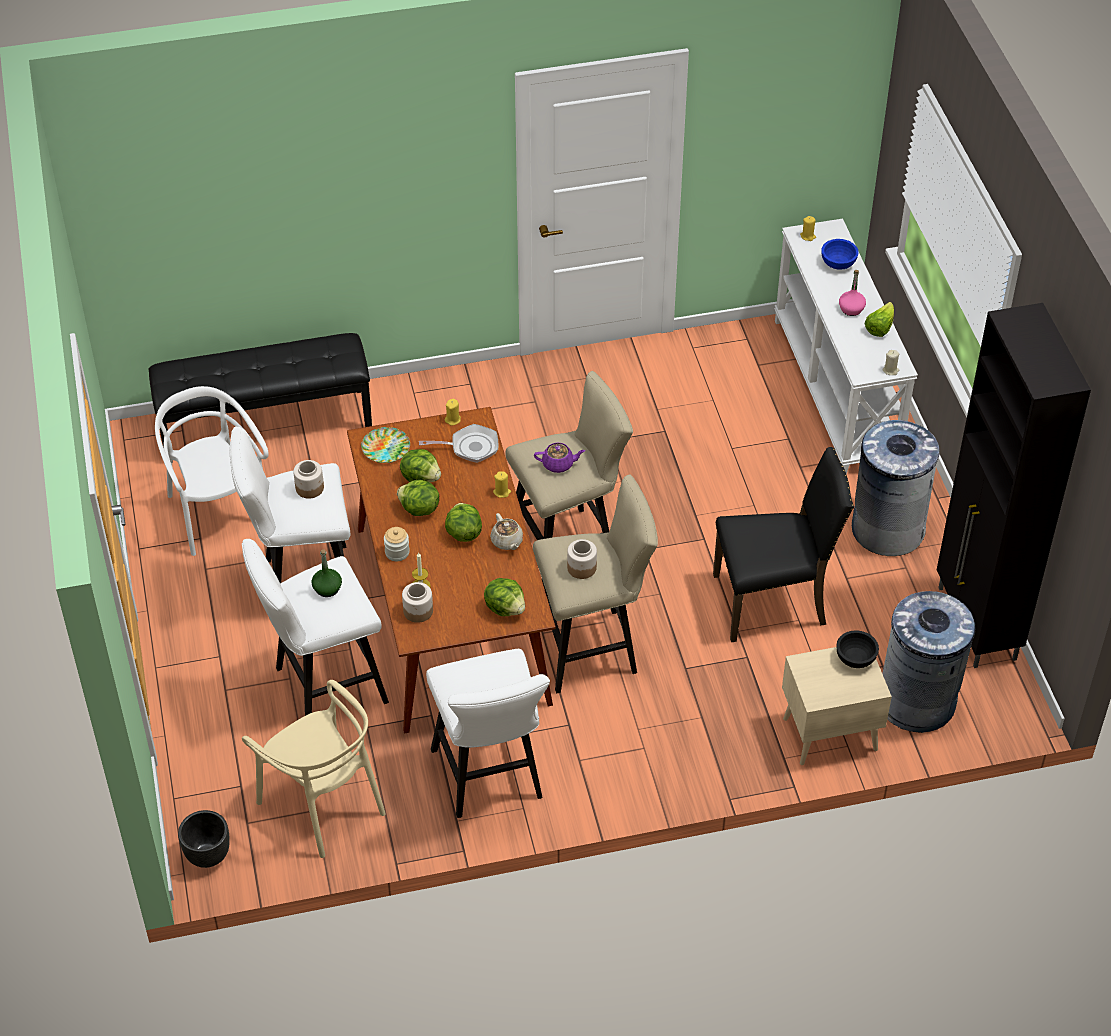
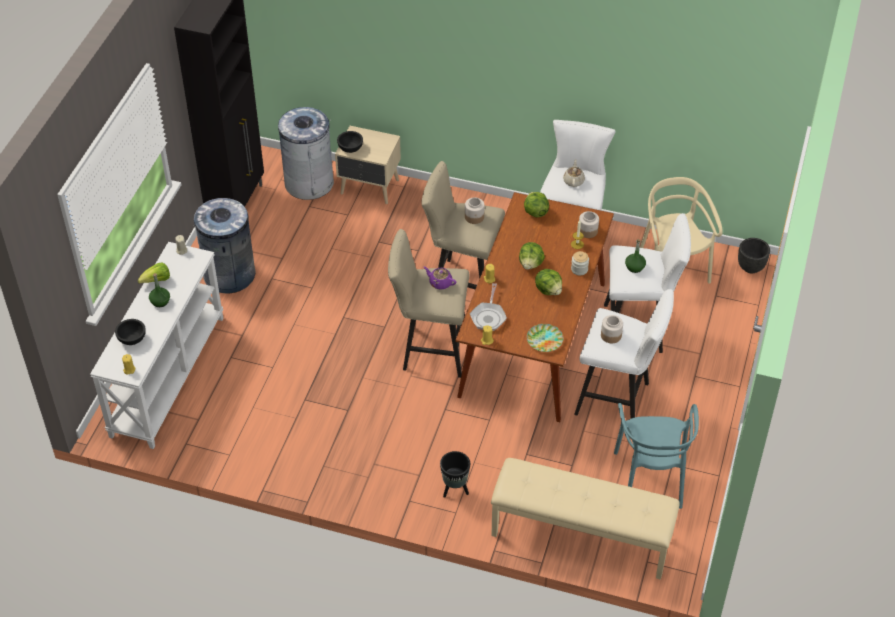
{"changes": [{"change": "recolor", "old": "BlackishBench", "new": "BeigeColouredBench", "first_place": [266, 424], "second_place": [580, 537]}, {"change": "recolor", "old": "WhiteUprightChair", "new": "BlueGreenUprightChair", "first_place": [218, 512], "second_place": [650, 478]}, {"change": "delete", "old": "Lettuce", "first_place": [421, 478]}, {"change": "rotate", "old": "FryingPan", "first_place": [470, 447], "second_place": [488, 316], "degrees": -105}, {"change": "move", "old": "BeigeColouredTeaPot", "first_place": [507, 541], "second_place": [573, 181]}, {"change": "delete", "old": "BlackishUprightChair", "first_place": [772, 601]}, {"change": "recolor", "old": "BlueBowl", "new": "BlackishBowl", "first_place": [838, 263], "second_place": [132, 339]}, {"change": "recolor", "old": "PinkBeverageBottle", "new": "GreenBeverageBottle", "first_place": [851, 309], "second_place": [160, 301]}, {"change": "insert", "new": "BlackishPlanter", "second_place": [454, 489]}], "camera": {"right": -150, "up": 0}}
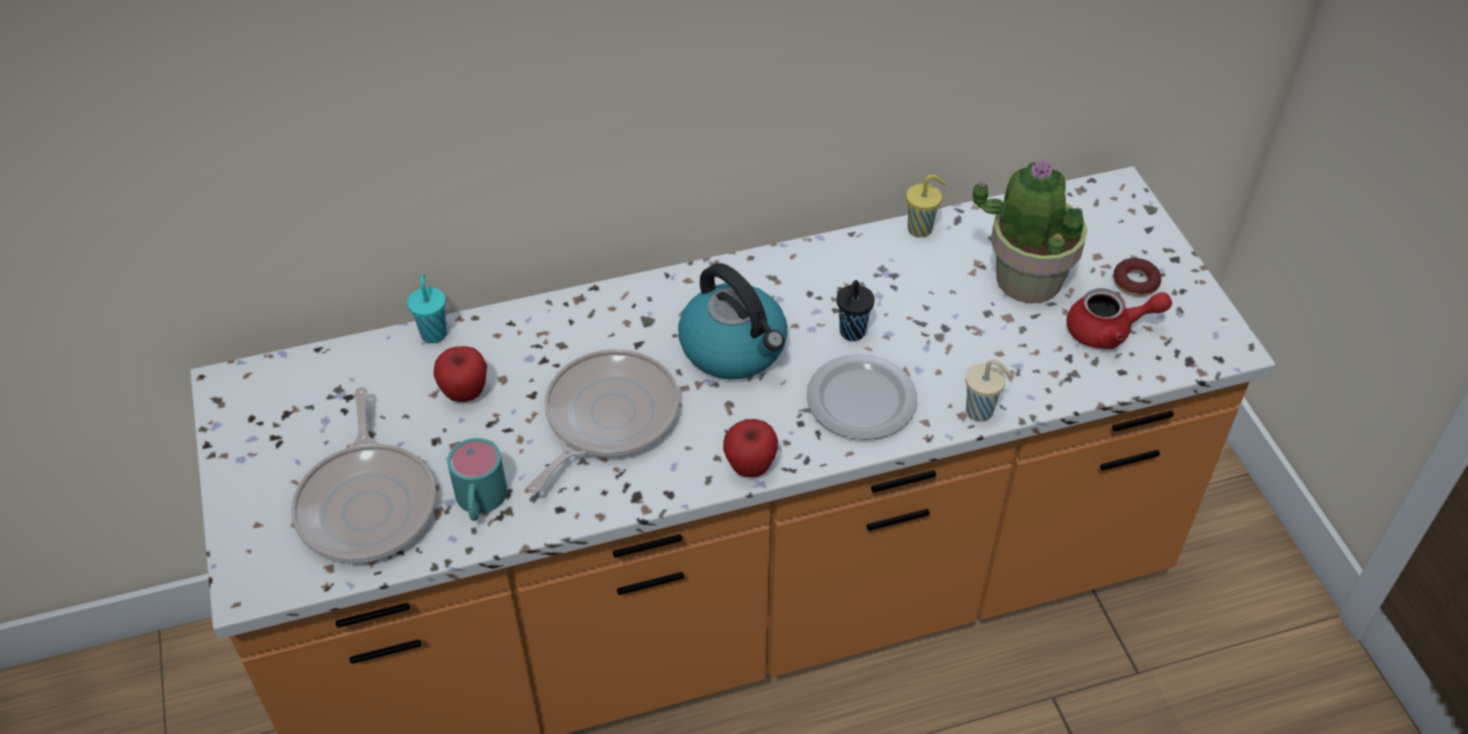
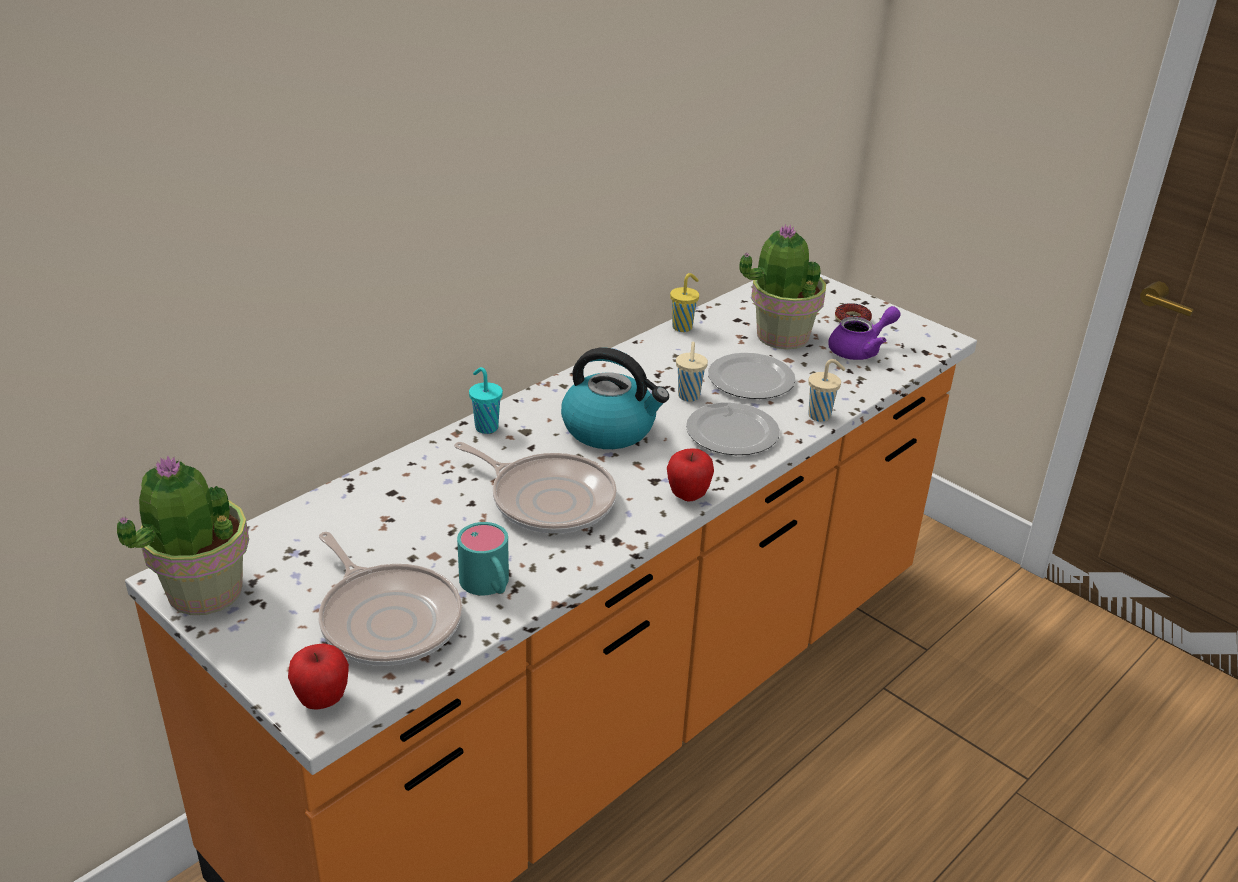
{"changes": [{"change": "move", "old": "BlueGreenCup", "first_place": [433, 333], "second_place": [485, 427]}, {"change": "move", "old": "AppleFruit", "first_place": [465, 393], "second_place": [322, 700]}, {"change": "rotate", "old": "FryingPan", "first_place": [607, 418], "second_place": [548, 499], "degrees": 120}, {"change": "recolor", "old": "BlackishCup", "new": "BeigeColouredCup", "first_place": [851, 333], "second_place": [688, 397]}, {"change": "recolor", "old": "RedColouredTeaPot", "new": "PurpleTeaPot", "first_place": [1108, 331], "second_place": [860, 350]}, {"change": "insert", "new": "PottedPlant", "second_place": [203, 591]}, {"change": "insert", "new": "Plate", "second_place": [749, 379]}], "camera": {"right": -30, "up": -15}}
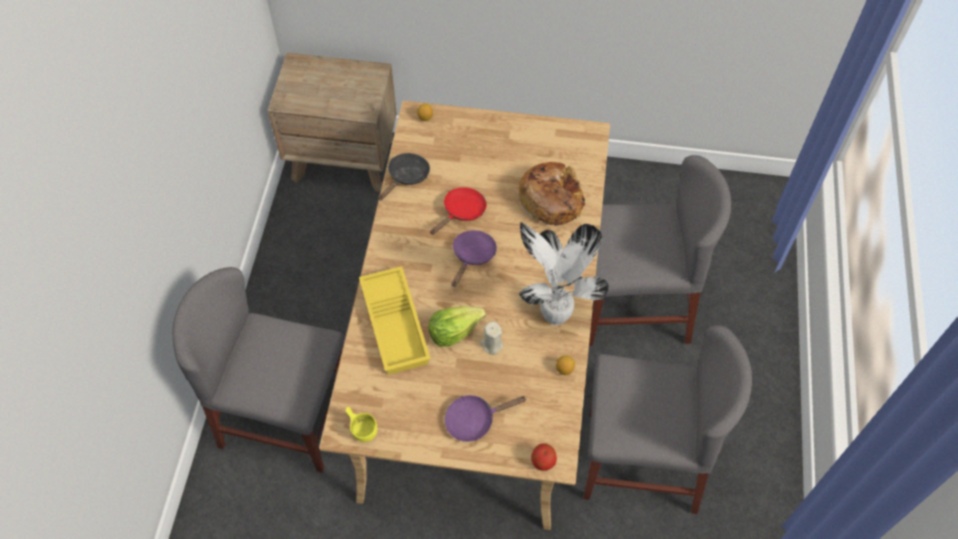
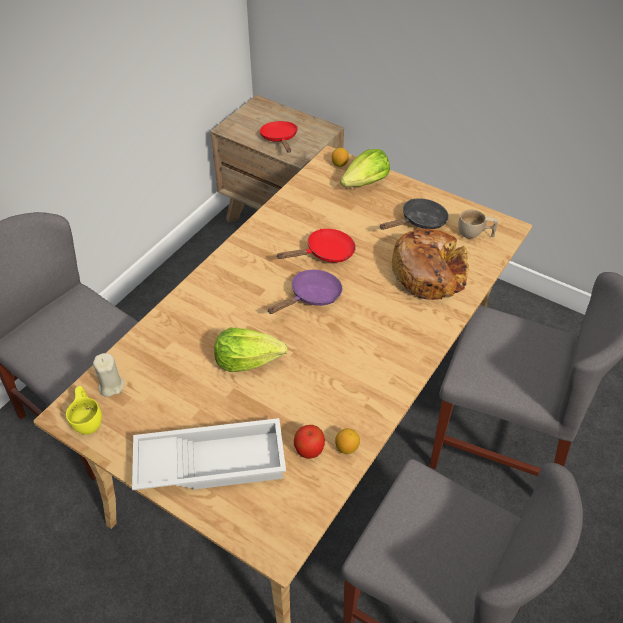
{"changes": [{"change": "delete", "old": "YellowCarryingTray", "first_place": [396, 324]}, {"change": "move", "old": "BlackishFryingPan", "first_place": [406, 177], "second_place": [419, 222]}, {"change": "replace", "old": "PurpleFryingPan", "new": "WhiteCarryingTray", "first_place": [474, 420], "second_place": [211, 460]}, {"change": "move", "old": "BeigeColouredWaxLight", "first_place": [491, 344], "second_place": [111, 386]}, {"change": "delete", "old": "PottedPlant", "first_place": [553, 314]}, {"change": "move", "old": "AppleFruit", "first_place": [543, 462], "second_place": [309, 450]}, {"change": "insert", "new": "RedColouredFryingPan", "second_place": [280, 139]}, {"change": "insert", "new": "Lettuce", "second_place": [366, 183]}, {"change": "insert", "new": "BeigeColouredCup", "second_place": [475, 234]}], "camera": {"right": 25, "up": -10}}
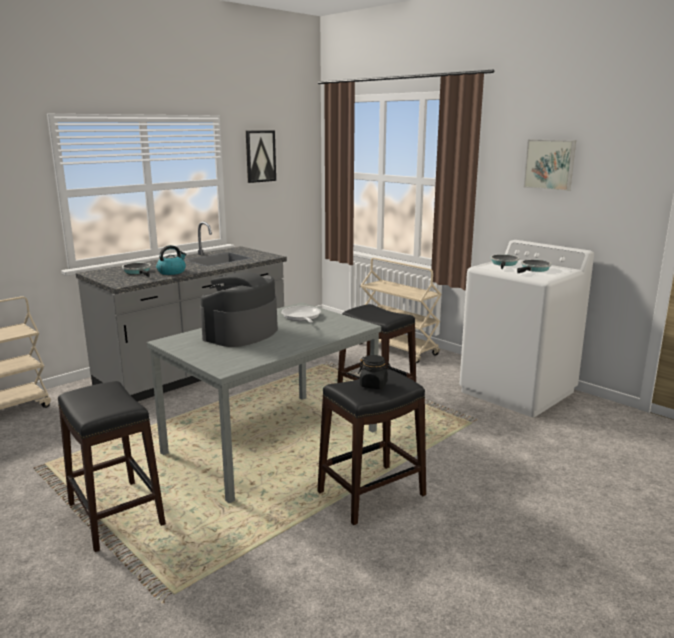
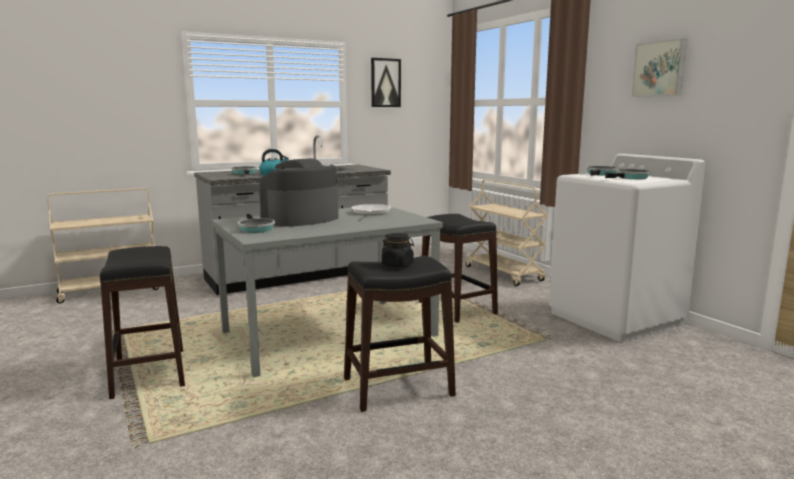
{"changes": [{"change": "insert", "new": "FryingPan", "second_place": [255, 229]}], "camera": {"right": 15, "up": -5}}
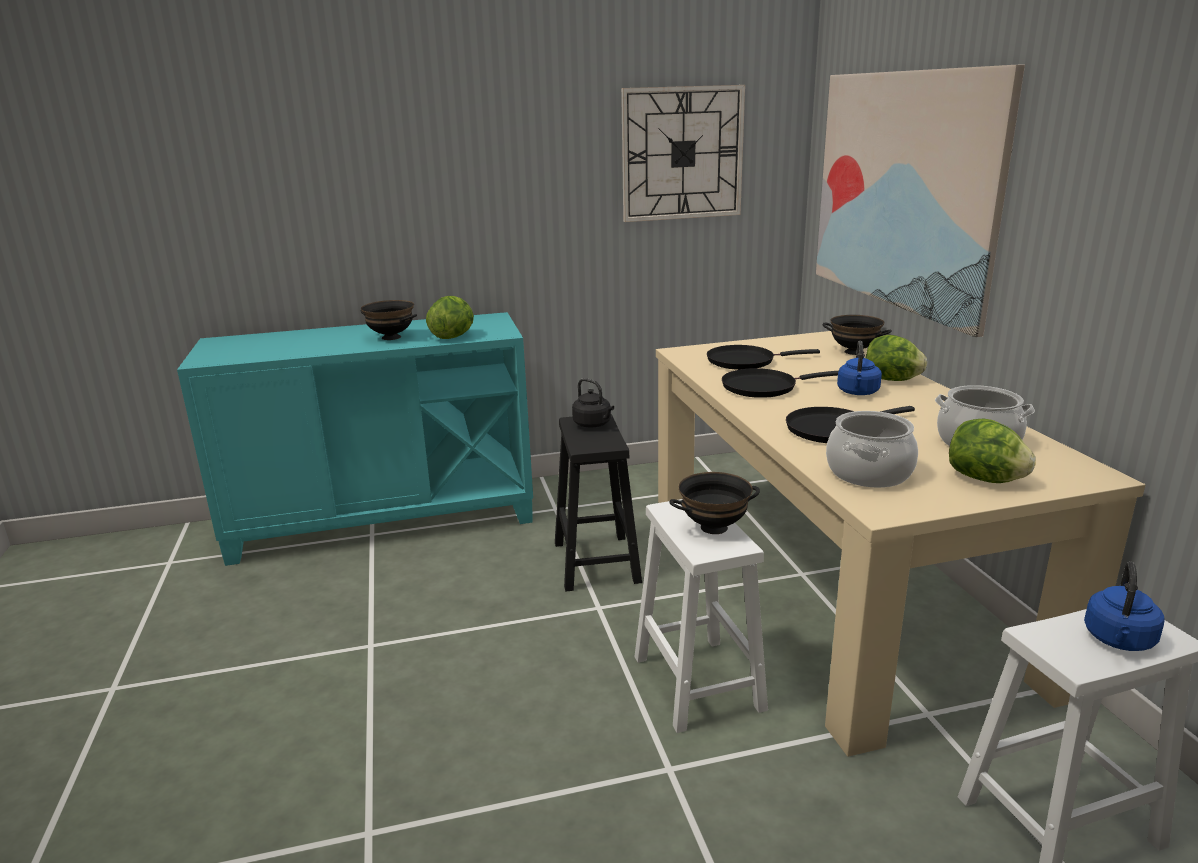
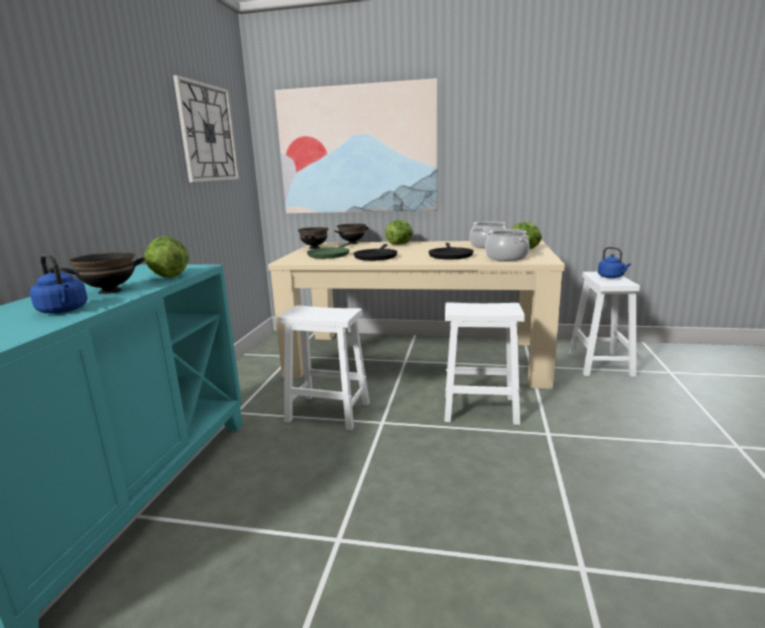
{"changes": [{"change": "recolor", "old": "BlackishSittingStool", "new": "WhiteSittingStool", "first_place": [595, 561], "second_place": [326, 412]}, {"change": "delete", "old": "BlackishTeaKettle", "first_place": [593, 424]}, {"change": "move", "old": "BlackishBowl", "first_place": [714, 527], "second_place": [314, 248]}, {"change": "recolor", "old": "BlackishFryingPan", "new": "GreenFryingPan", "first_place": [745, 361], "second_place": [329, 255]}, {"change": "move", "old": "BlueTeaKettle", "first_place": [858, 393], "second_place": [64, 311]}], "camera": {"right": -65, "up": -5}}
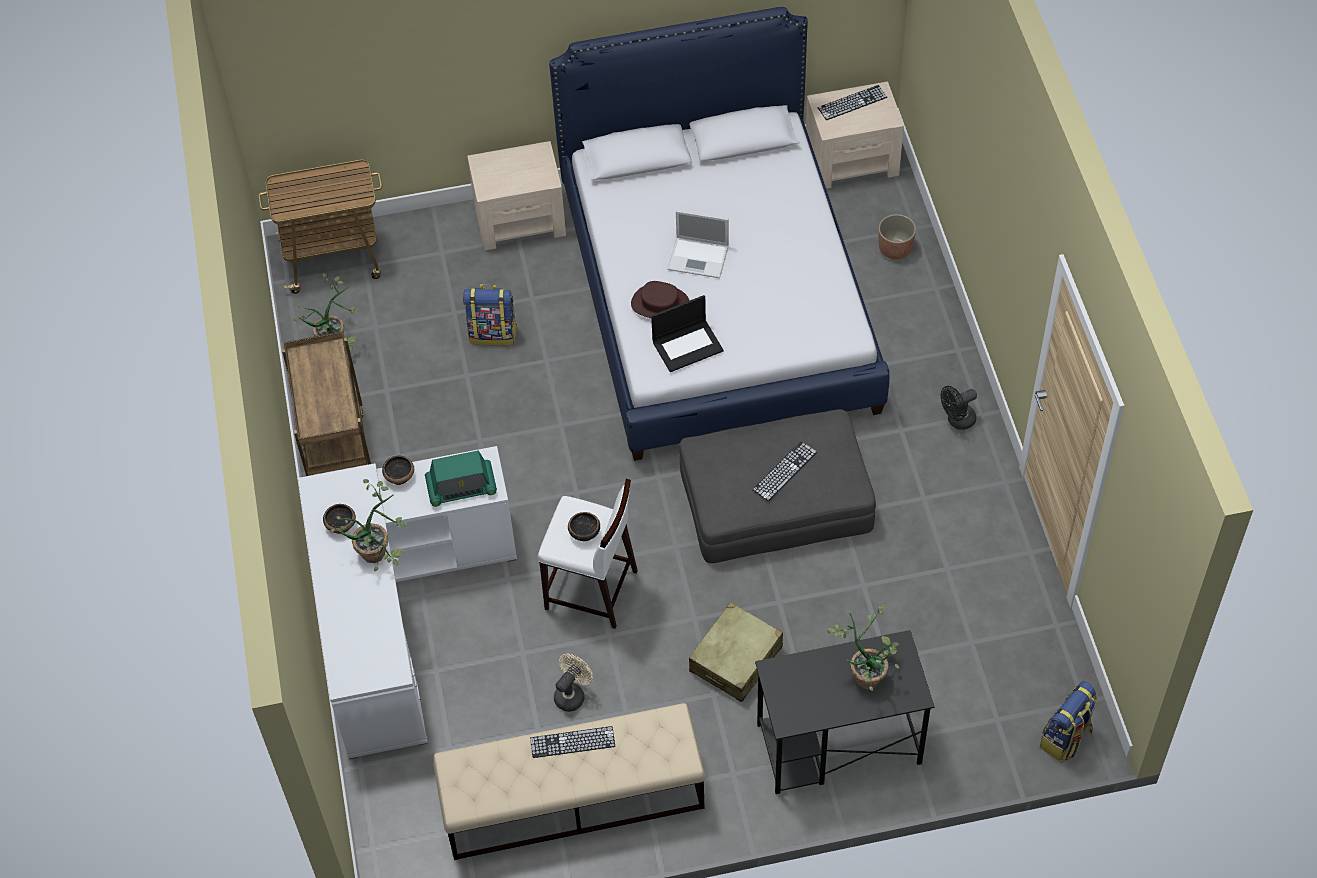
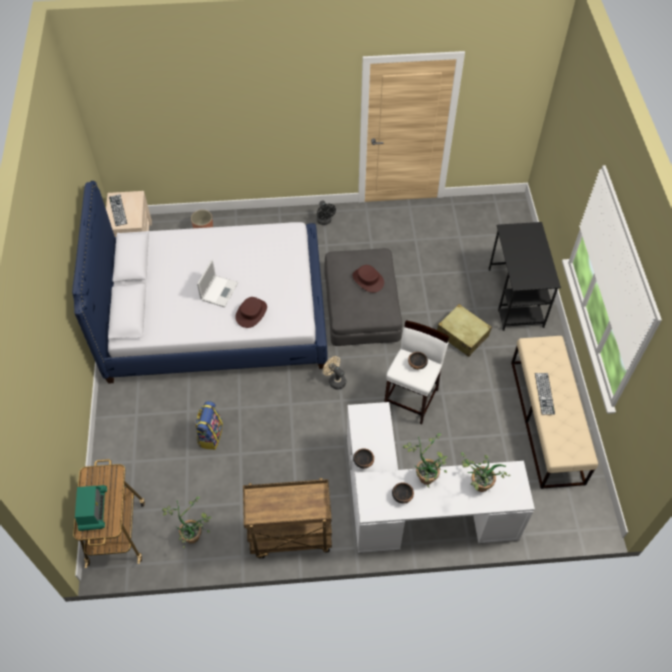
{"changes": [{"change": "move", "old": "Radio", "first_place": [461, 487], "second_place": [93, 510]}, {"change": "delete", "old": "BeigeColouredNightstand", "first_place": [520, 220]}, {"change": "move", "old": "BeigeColouredElectricFan", "first_place": [572, 694], "second_place": [335, 380]}, {"change": "delete", "old": "PortableComputer", "first_place": [688, 345]}, {"change": "replace", "old": "ComputerKeyboard", "new": "BrownColouredClothingHat", "first_place": [784, 471], "second_place": [368, 280]}, {"change": "move", "old": "PottedPlant", "first_place": [867, 672], "second_place": [476, 484]}, {"change": "delete", "old": "Rucksack", "first_place": [1066, 738]}], "camera": {"right": -85, "up": 0}}
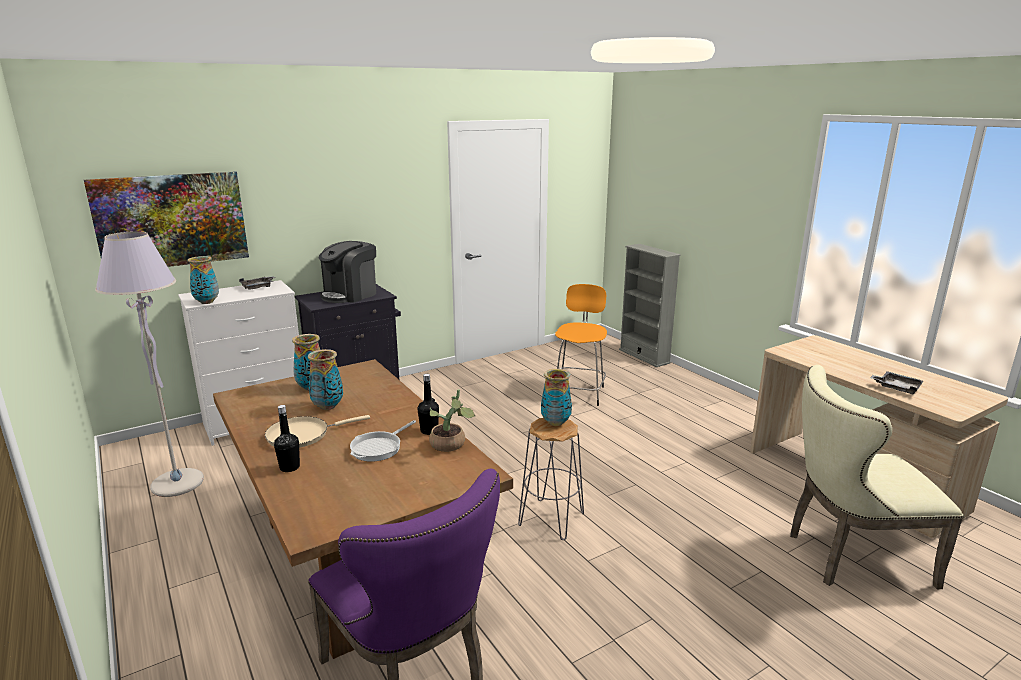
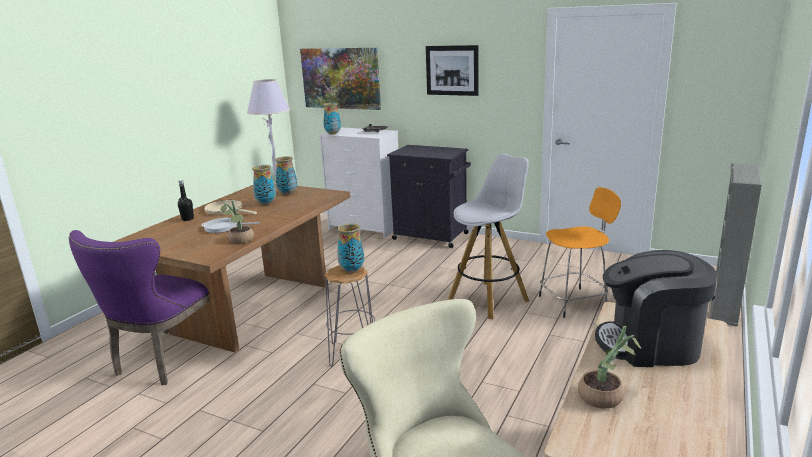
{"changes": [{"change": "move", "old": "CoffeeMaker", "first_place": [350, 295], "second_place": [650, 344]}, {"change": "delete", "old": "BlackishBeverageBottle", "first_place": [429, 431]}, {"change": "replace", "old": "GreyCarryingTray", "new": "PottedPlant", "first_place": [896, 388], "second_place": [606, 397]}, {"change": "insert", "new": "Picture", "second_place": [452, 70]}, {"change": "insert", "new": "WhiteSittingStool", "second_place": [489, 299]}], "camera": {"right": 60, "up": 0}}
